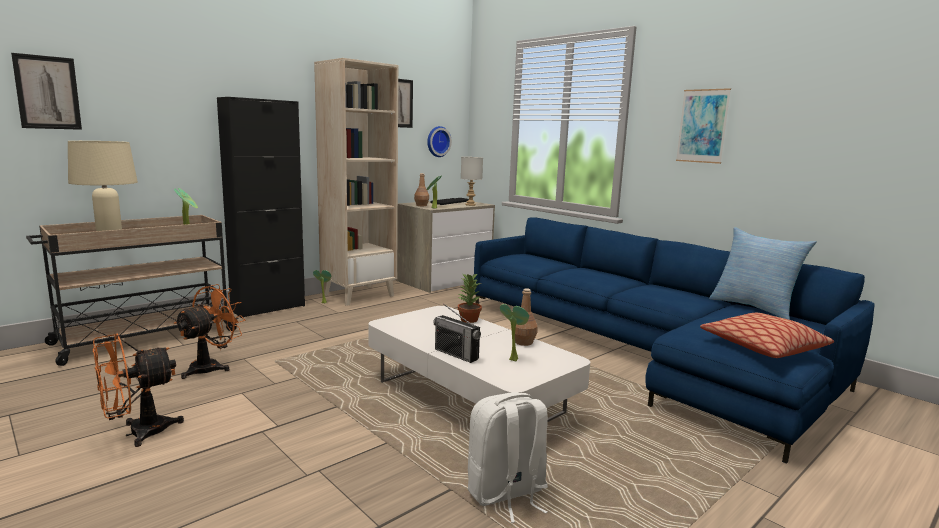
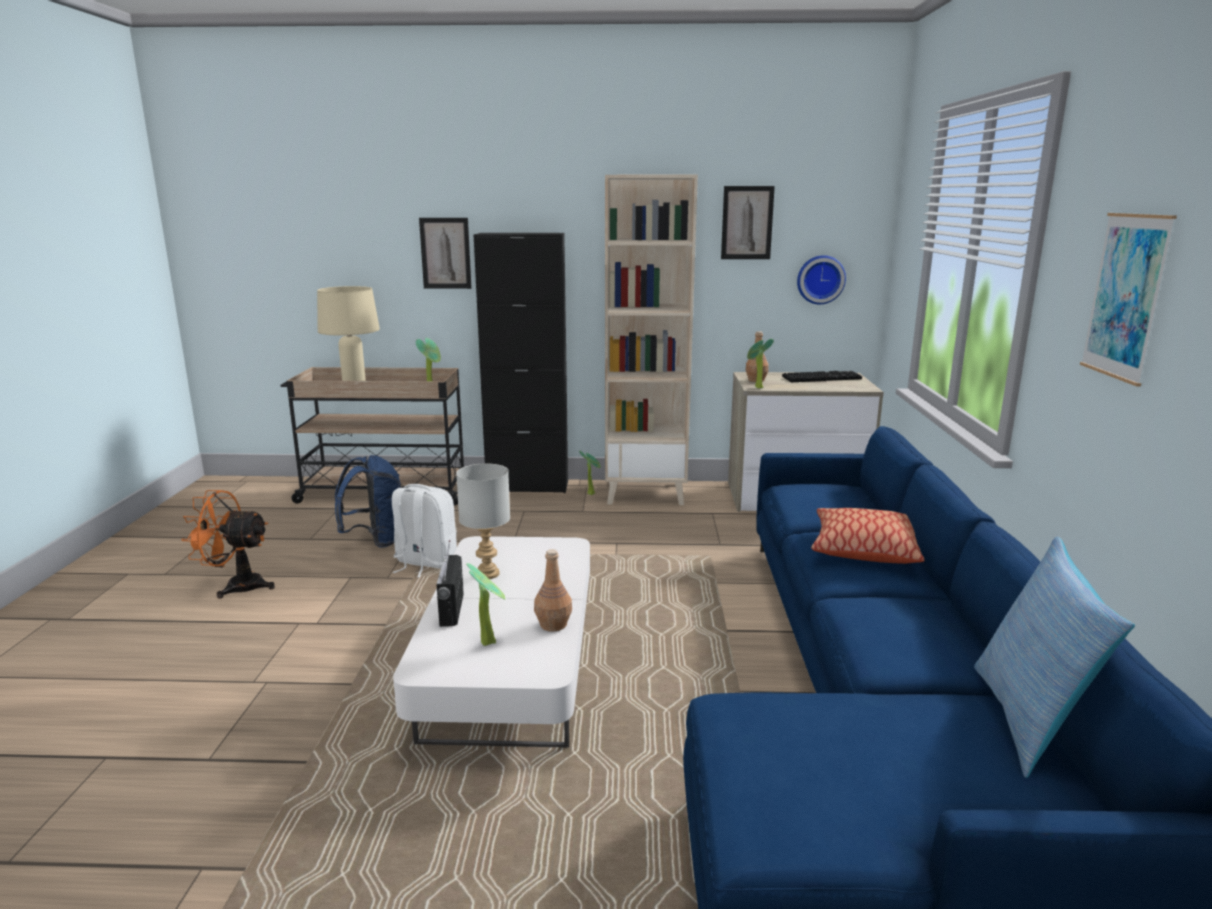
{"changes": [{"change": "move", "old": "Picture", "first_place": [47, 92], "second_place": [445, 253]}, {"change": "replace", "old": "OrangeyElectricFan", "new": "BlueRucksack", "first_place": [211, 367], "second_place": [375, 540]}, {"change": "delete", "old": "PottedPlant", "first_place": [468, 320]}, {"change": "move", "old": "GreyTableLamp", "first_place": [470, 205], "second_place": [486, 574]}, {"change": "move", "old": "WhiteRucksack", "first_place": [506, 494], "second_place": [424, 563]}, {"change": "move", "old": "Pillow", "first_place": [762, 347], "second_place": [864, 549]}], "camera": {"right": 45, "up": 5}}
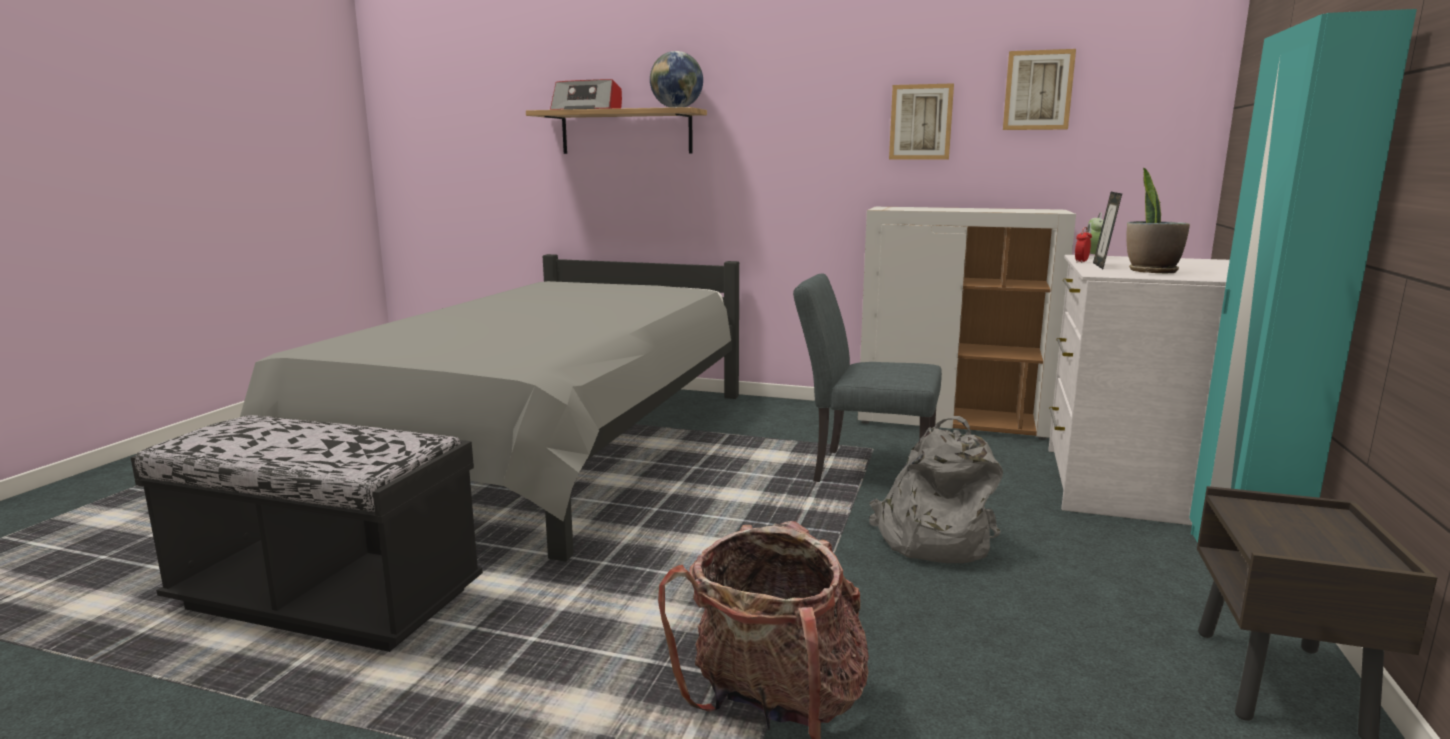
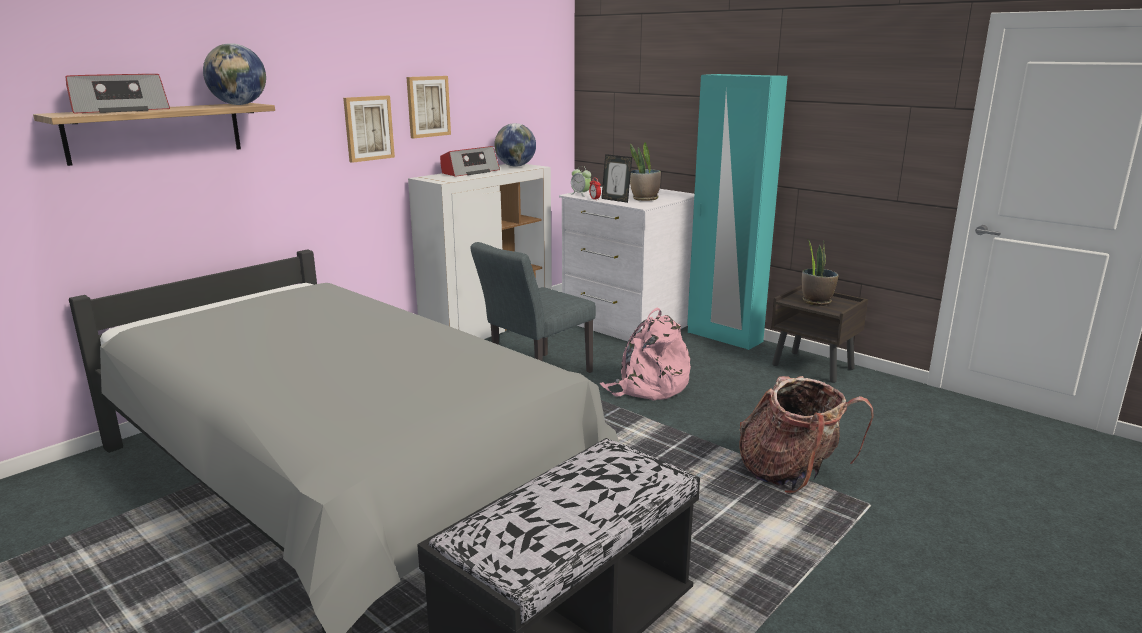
{"changes": [{"change": "recolor", "old": "GreyRucksack", "new": "PinkRucksack", "first_place": [931, 540], "second_place": [648, 387]}, {"change": "move", "old": "Picture", "first_place": [1038, 90], "second_place": [368, 128]}, {"change": "insert", "new": "Radio", "second_place": [469, 172]}, {"change": "insert", "new": "WorldGlobe", "second_place": [515, 166]}, {"change": "insert", "new": "PottedPlant", "second_place": [816, 301]}], "camera": {"right": -65, "up": 5}}
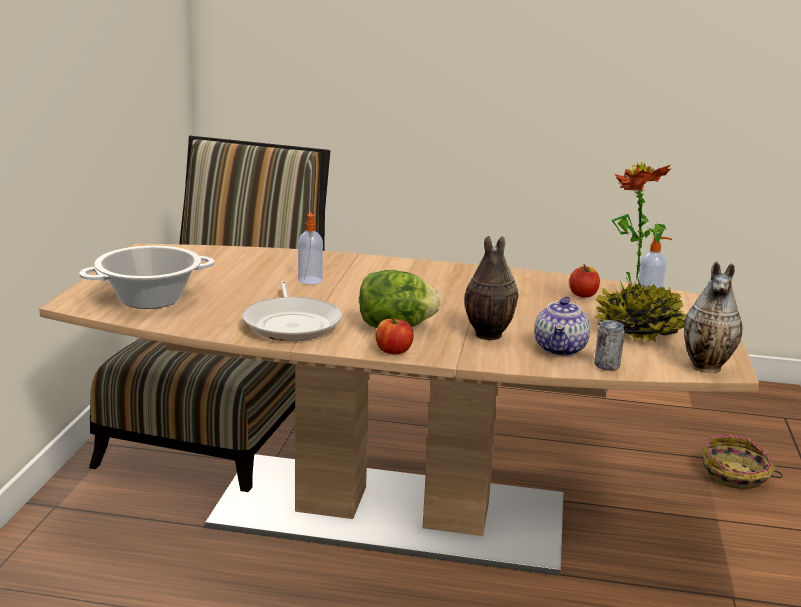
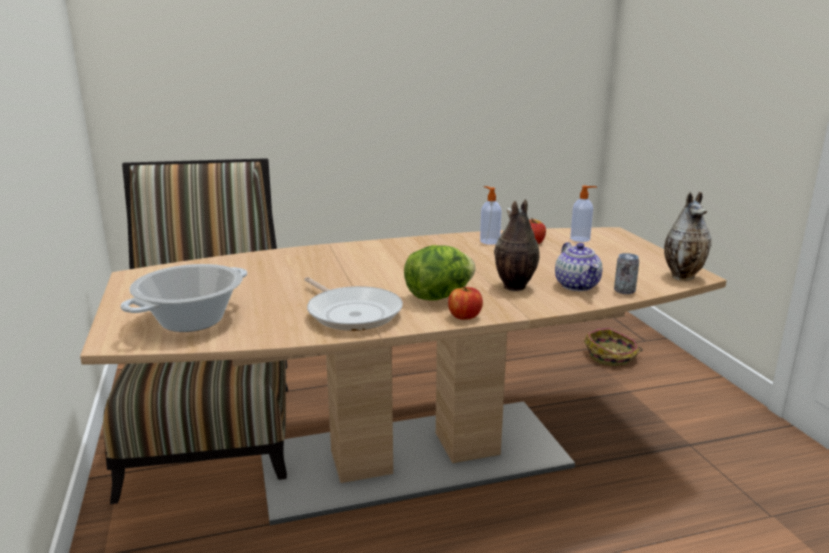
{"changes": [{"change": "move", "old": "SoapDispenser", "first_place": [310, 280], "second_place": [489, 241]}, {"change": "delete", "old": "PottedPlant", "first_place": [638, 330]}], "camera": {"right": -25, "up": 0}}
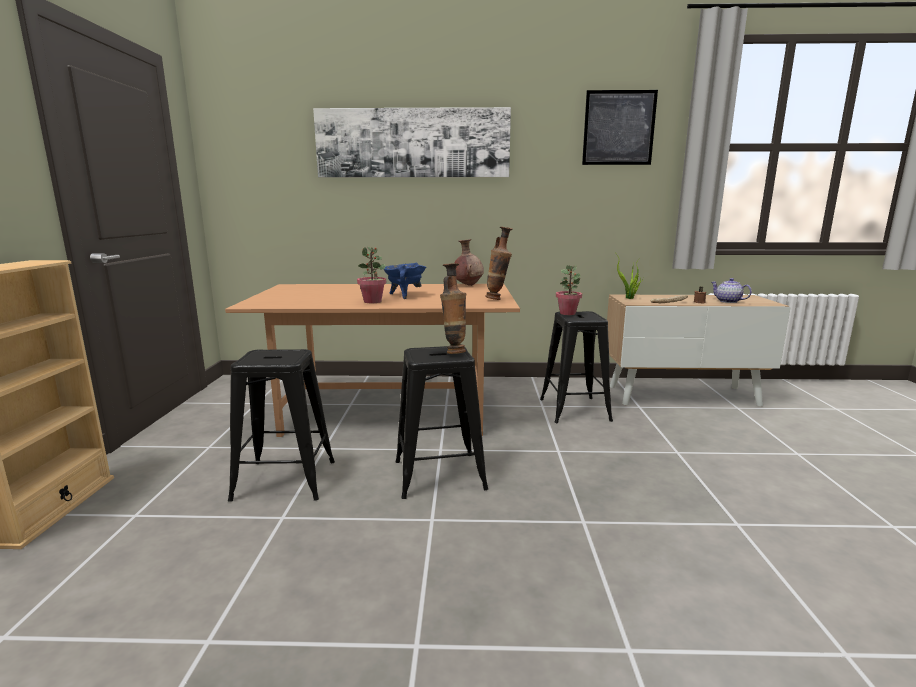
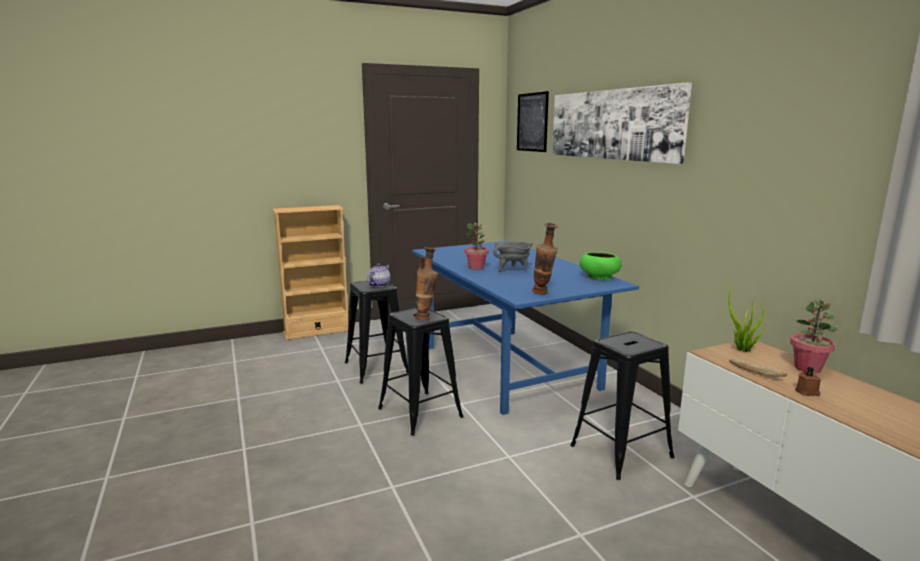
{"changes": [{"change": "recolor", "old": "BrownColouredDiningTable", "new": "BlueDiningTable", "first_place": [389, 409], "second_place": [510, 367]}, {"change": "recolor", "old": "BlueStockpot", "new": "GreyStockpot", "first_place": [404, 295], "second_place": [512, 270]}, {"change": "replace", "old": "BrownColouredDecorativeVase", "new": "GreenBowl", "first_place": [468, 285], "second_place": [599, 277]}, {"change": "move", "old": "PottedPlant", "first_place": [567, 313], "second_place": [808, 368]}, {"change": "move", "old": "Picture", "first_place": [618, 128], "second_place": [532, 122]}, {"change": "move", "old": "TeaPot", "first_place": [728, 301], "second_place": [378, 285]}], "camera": {"right": 65, "up": 0}}
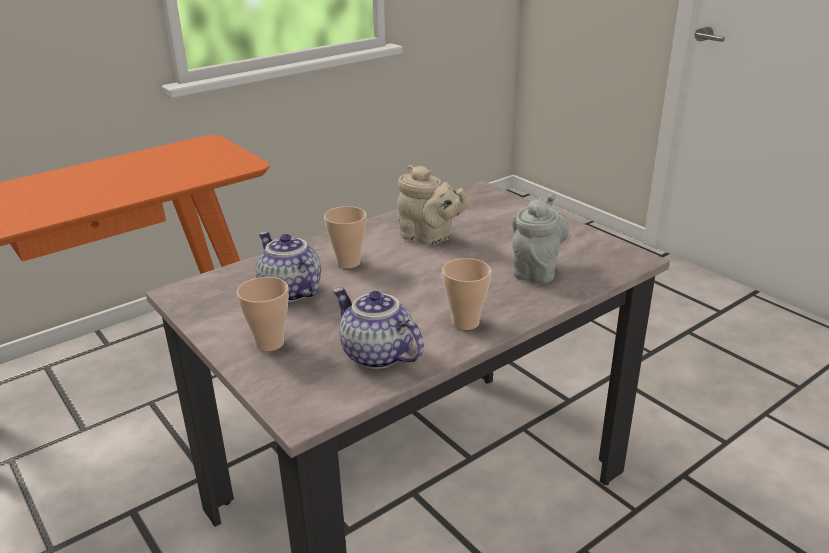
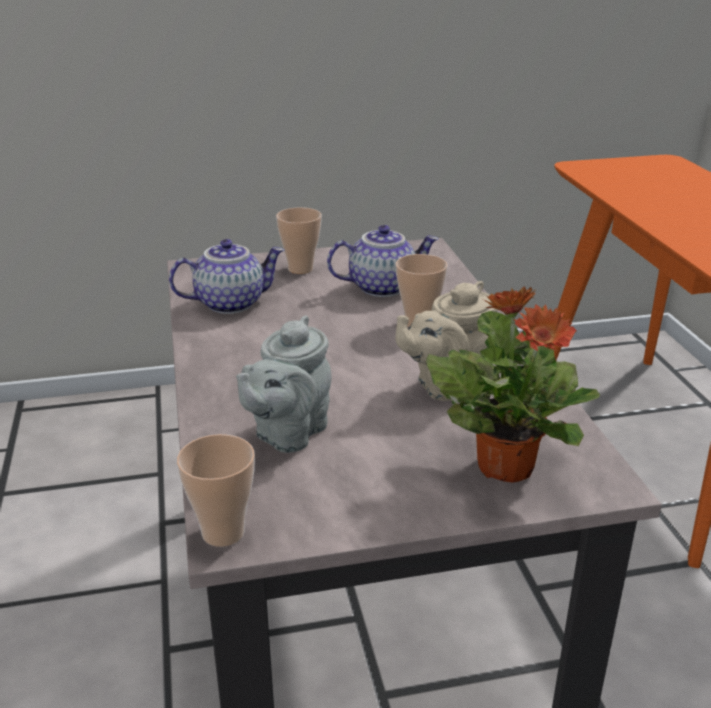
{"changes": [{"change": "move", "old": "Cup", "first_place": [465, 323], "second_place": [223, 532]}, {"change": "rotate", "old": "GreyTeaPot", "first_place": [536, 269], "second_place": [287, 434], "degrees": 75}, {"change": "insert", "new": "PottedPlant", "second_place": [505, 465]}], "camera": {"right": 115, "up": 0}}
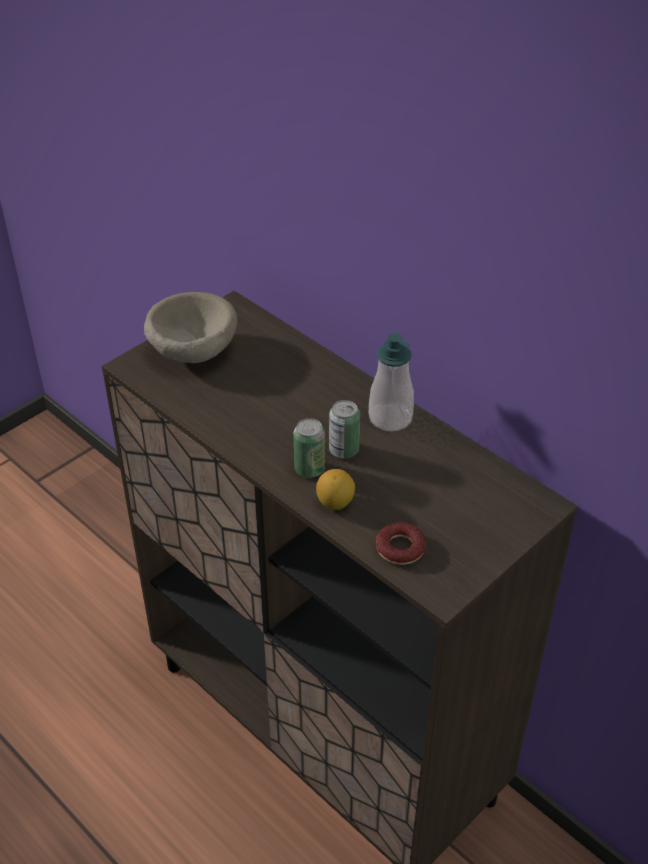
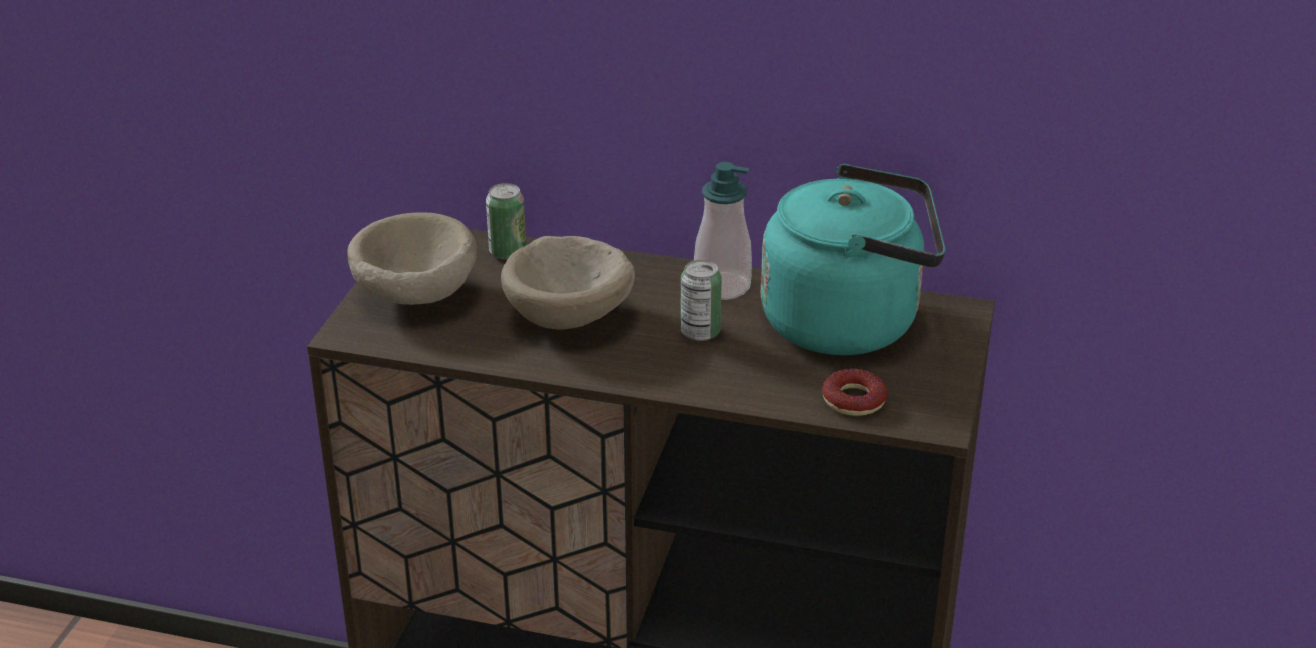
{"changes": [{"change": "move", "old": "SealedCan", "first_place": [309, 469], "second_place": [507, 252]}, {"change": "delete", "old": "CitrusFruit", "first_place": [335, 503]}, {"change": "insert", "new": "BeigeColouredBowl", "second_place": [572, 317]}, {"change": "insert", "new": "BlueGreenTeaKettle", "second_place": [850, 322]}], "camera": {"right": -30, "up": -10}}
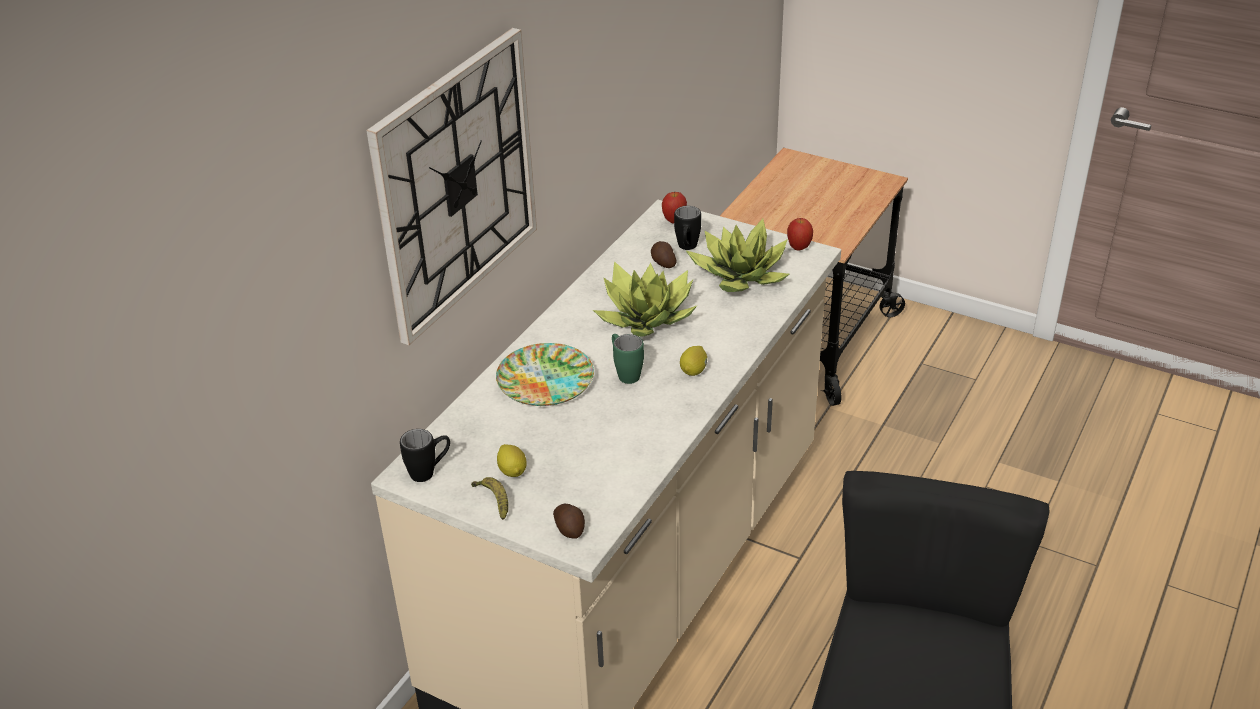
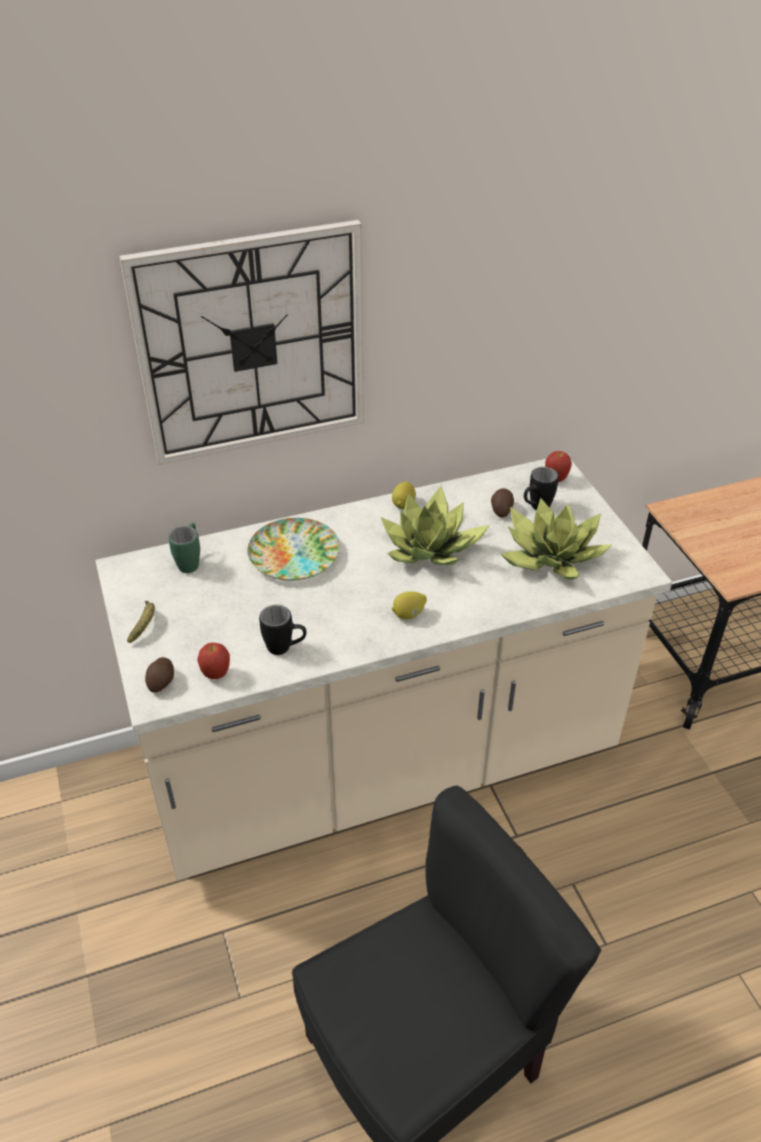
{"changes": [{"change": "move", "old": "BlackishCoffeeMug", "first_place": [429, 472], "second_place": [285, 649]}, {"change": "move", "old": "CitrusFruit", "first_place": [512, 471], "second_place": [404, 504]}, {"change": "move", "old": "GreenCoffeeMug", "first_place": [625, 373], "second_place": [190, 561]}, {"change": "move", "old": "AppleFruit", "first_place": [799, 248], "second_place": [216, 674]}], "camera": {"right": 40, "up": 5}}
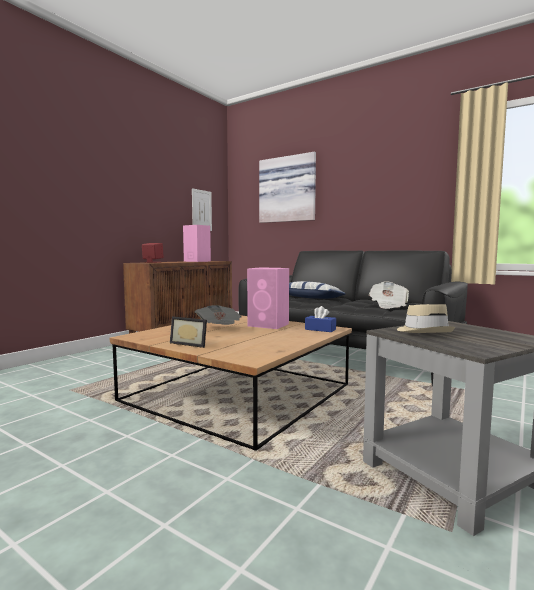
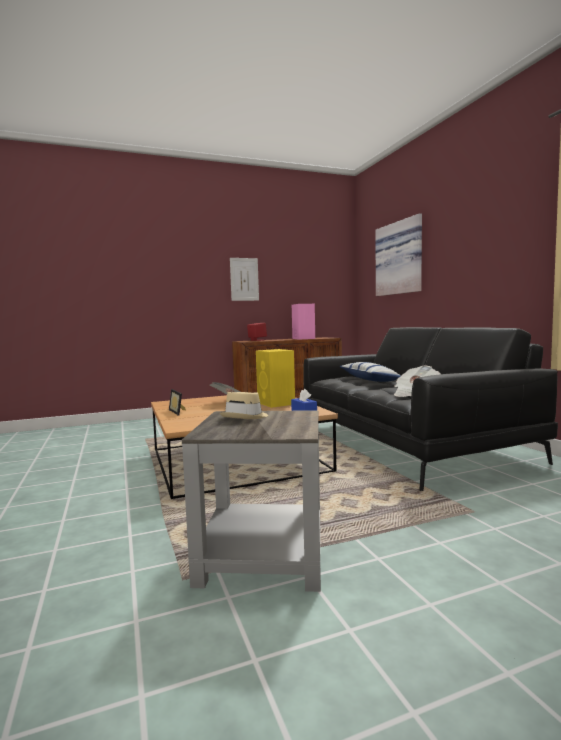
{"changes": [{"change": "move", "old": "Picture", "first_place": [201, 210], "second_place": [244, 279]}, {"change": "recolor", "old": "PinkAudioSpeaker", "new": "YellowAudioSpeaker", "first_place": [269, 325], "second_place": [276, 403]}], "camera": {"right": 35, "up": 0}}
